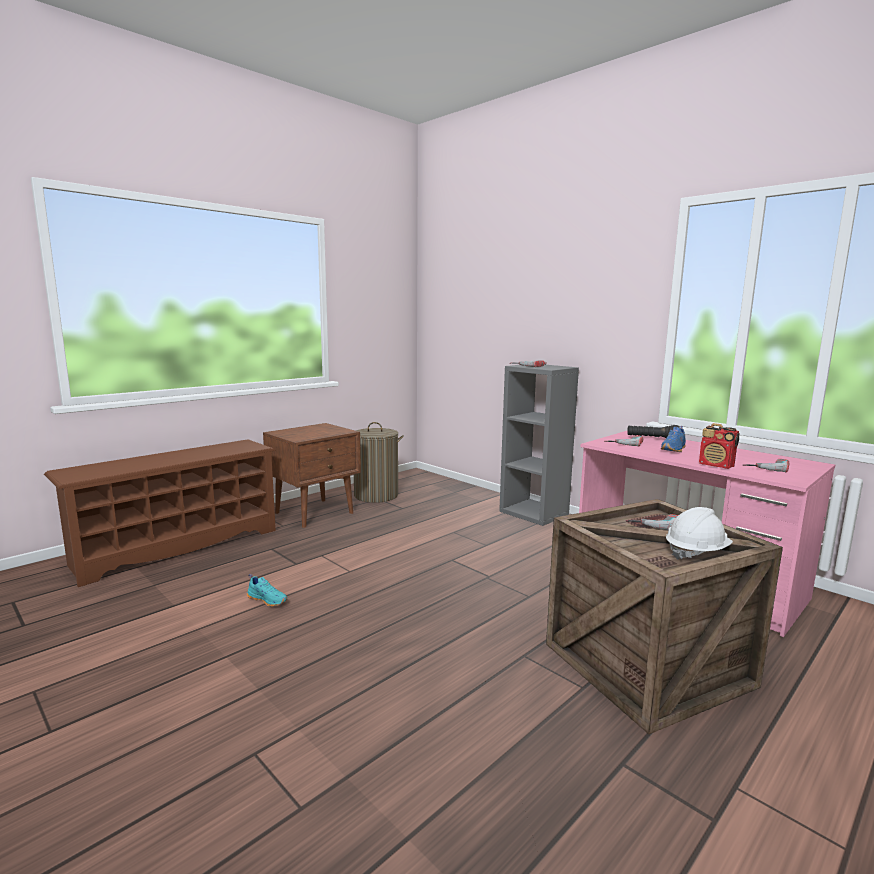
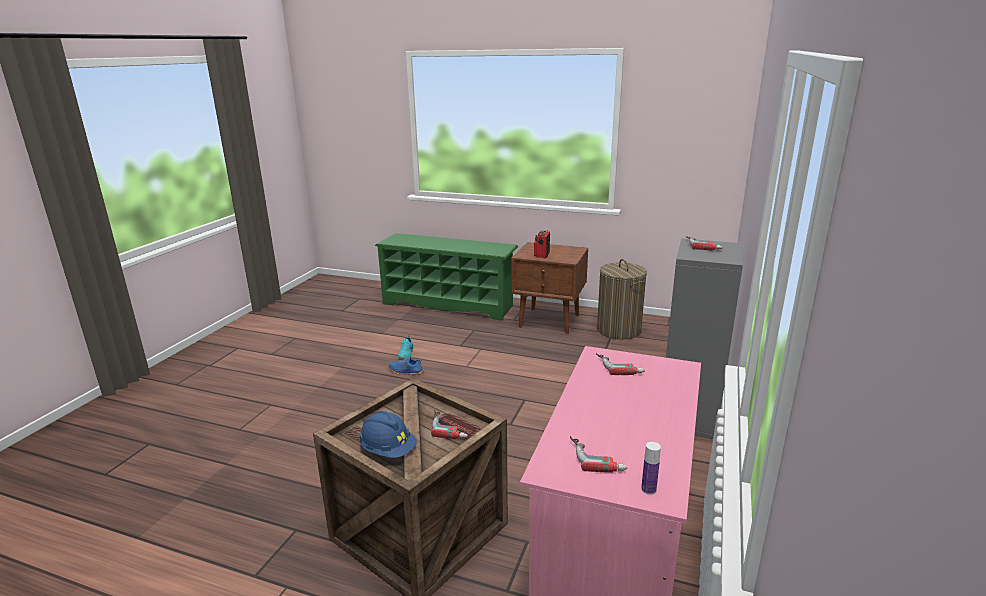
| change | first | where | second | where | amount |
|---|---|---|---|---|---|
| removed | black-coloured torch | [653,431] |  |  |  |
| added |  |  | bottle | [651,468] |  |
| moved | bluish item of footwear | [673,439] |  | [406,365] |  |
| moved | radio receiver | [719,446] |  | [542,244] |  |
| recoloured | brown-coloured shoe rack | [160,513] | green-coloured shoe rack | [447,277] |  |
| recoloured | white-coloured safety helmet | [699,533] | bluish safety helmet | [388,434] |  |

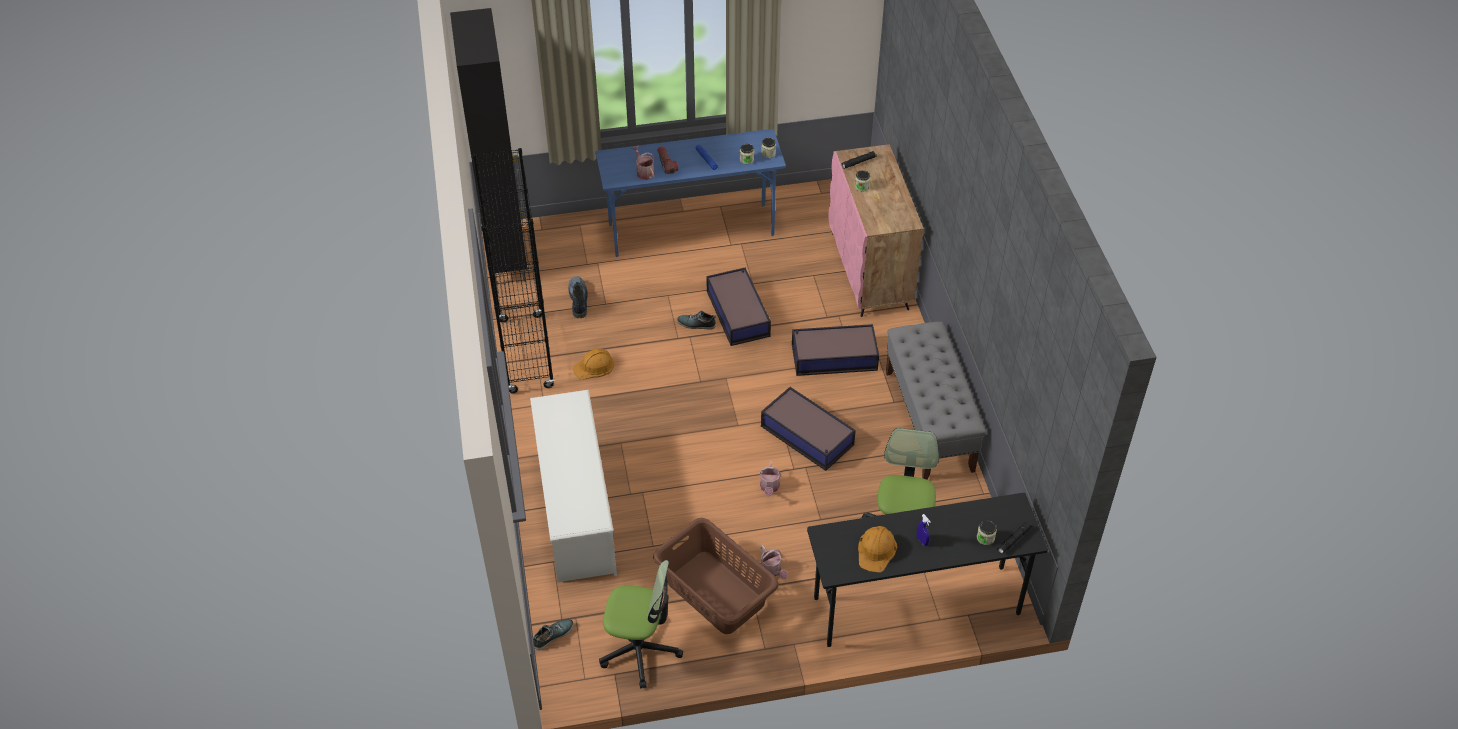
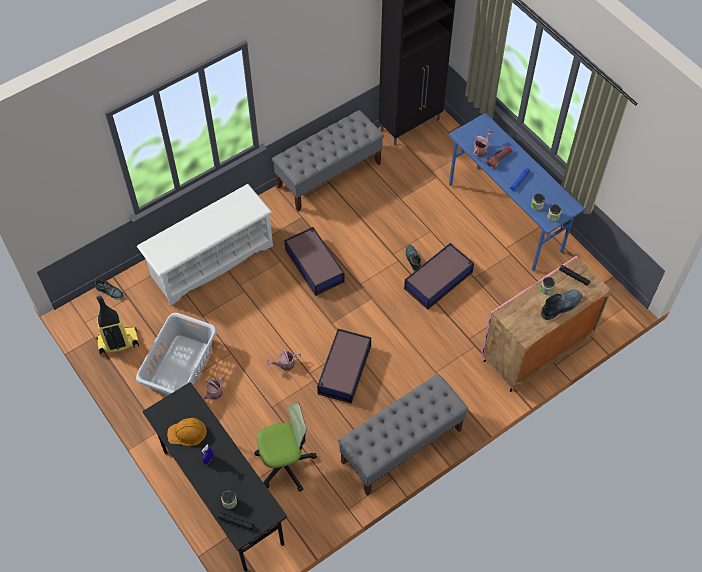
| change | first | where | second | where | amount |
|---|---|---|---|---|---|
| removed | orange-coloured safety helmet | [593,364] |  |  |  |
| moved | tall boot | [578,297] |  | [561,304] |  |
| moved | storage container | [835,350] |  | [314,261] |  |
| replaced | black-coloured bookshelf | [513,270] | grey bench | [328,160] |  |
| replaced | office chair | [641,624] | vacuum cleaner | [117,326] |  |
| recoloured | brown-coloured laundry basket | [716,576] | grey laundry basket | [176,354] |  |

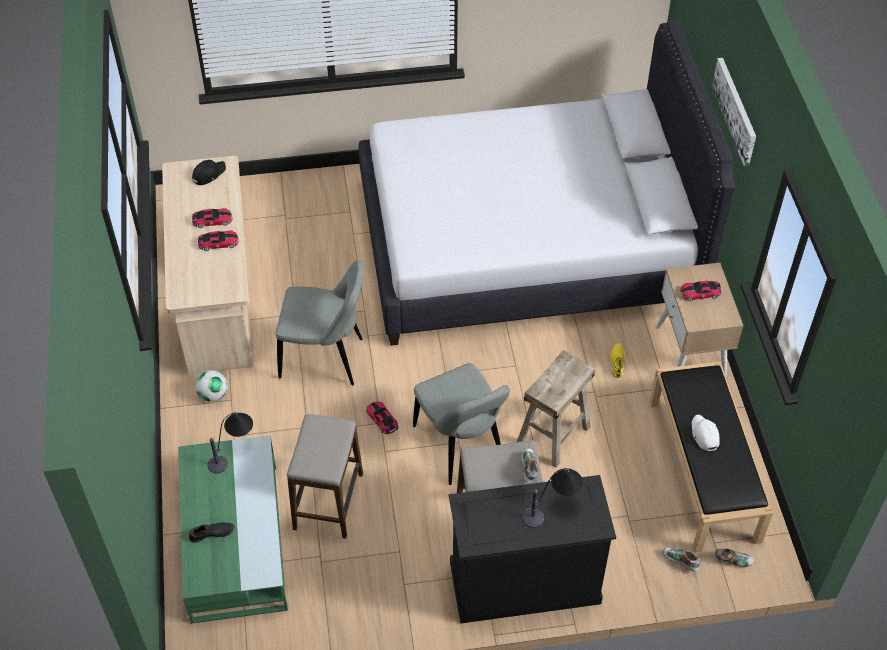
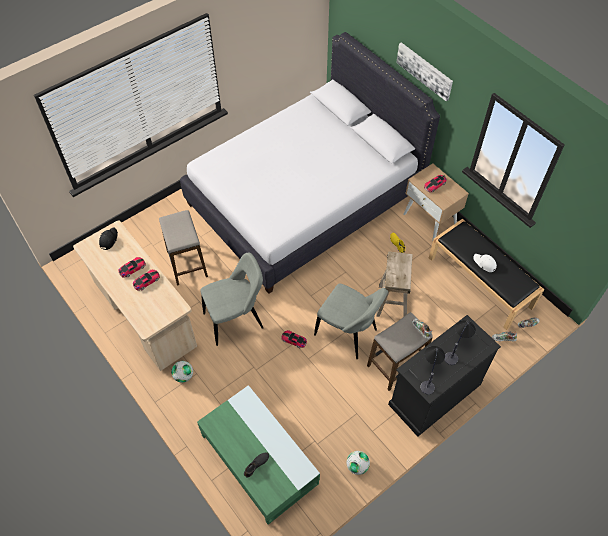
| change | first | where | second | where | amount |
|---|---|---|---|---|---|
| added |  |  | football ball | [358,463] |  |
| moved | table lamp | [230,442] |  | [432,370] |  |
| moved | stool seat | [325,476] |  | [183,248] |  |

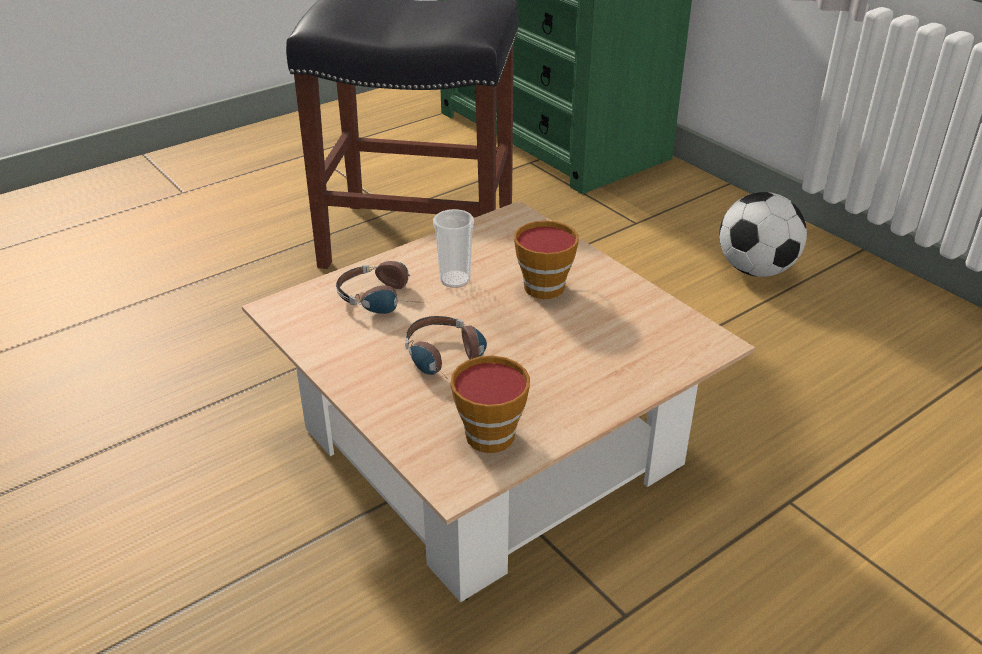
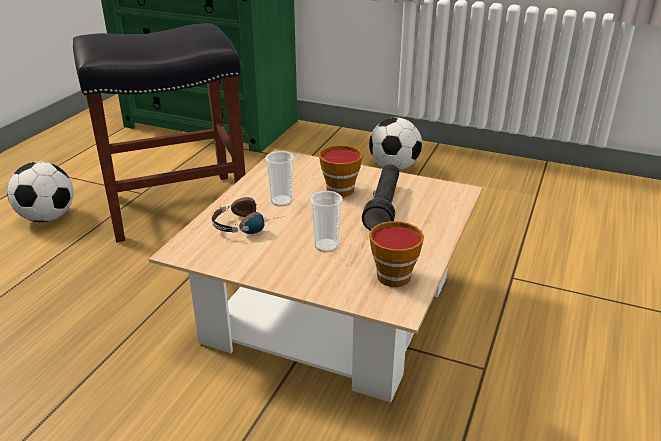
| change | first | where | second | where | amount |
|---|---|---|---|---|---|
| added |  |  | football ball | [40,192] |  |
| added |  |  | black-coloured torch | [380,197] |  |
| replaced | headphones | [446,349] | cup | [326,221] |  |

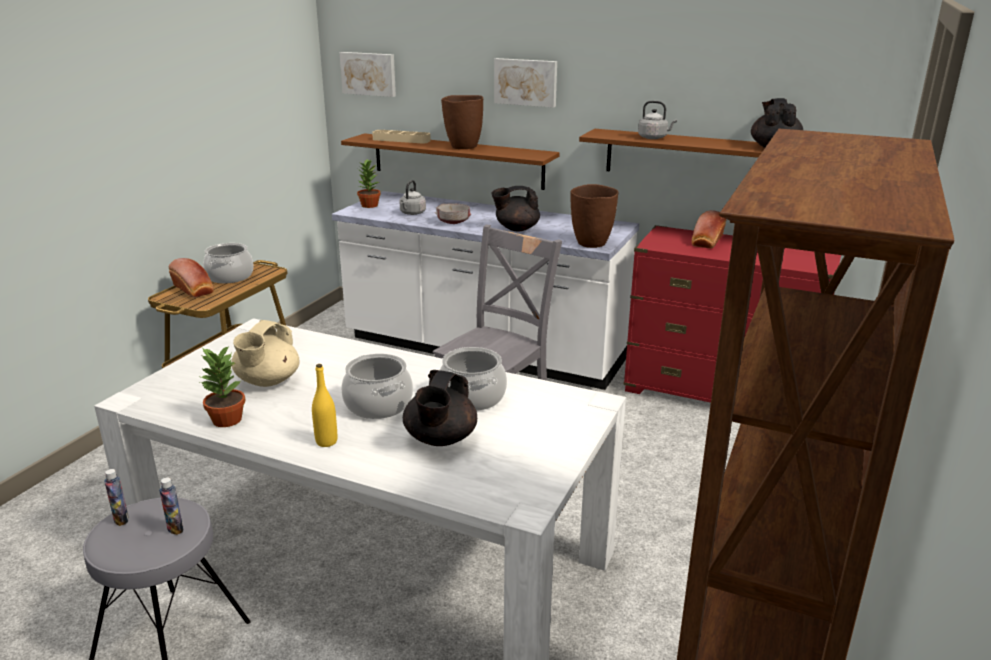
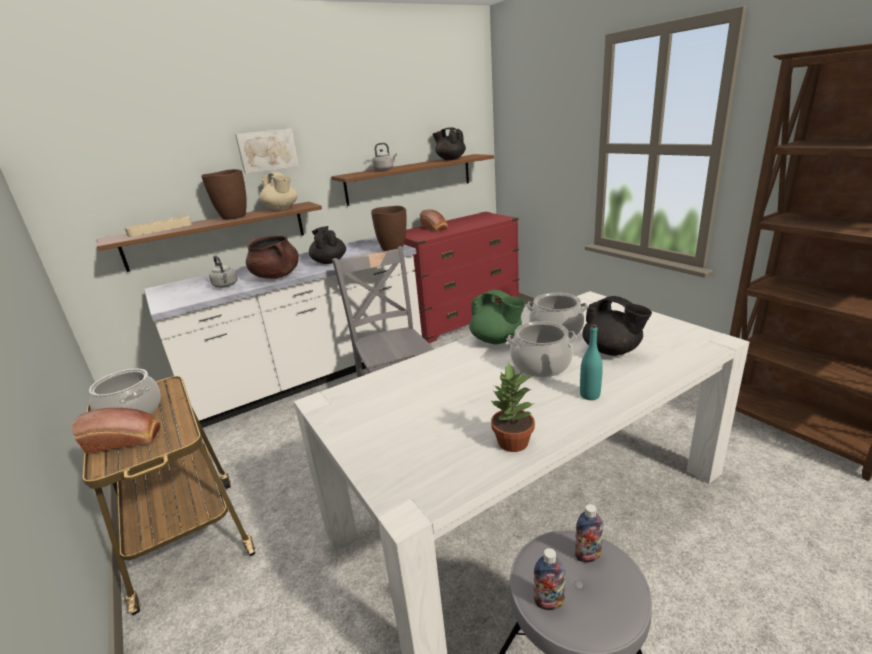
| change | first | where | second | where | amount |
|---|---|---|---|---|---|
| removed | picture | [367,74] |  |  |  |
| removed | plant in a pot | [369,183] |  |  |  |
| added |  |  | green-coloured teapot | [497,317] |  |
| moved | beige teapot | [265,353] |  | [278,191] |  |
| replaced | grey deep dish | [453,214] | brown-coloured stockpot | [272,257] |  |
| recoloured | yellow bottle | [324,405] | turquoise-coloured bottle | [591,362] |  |
| turned | black-coloured teapot | [516,209] |  | [327,245] | 135 degrees clockwise |

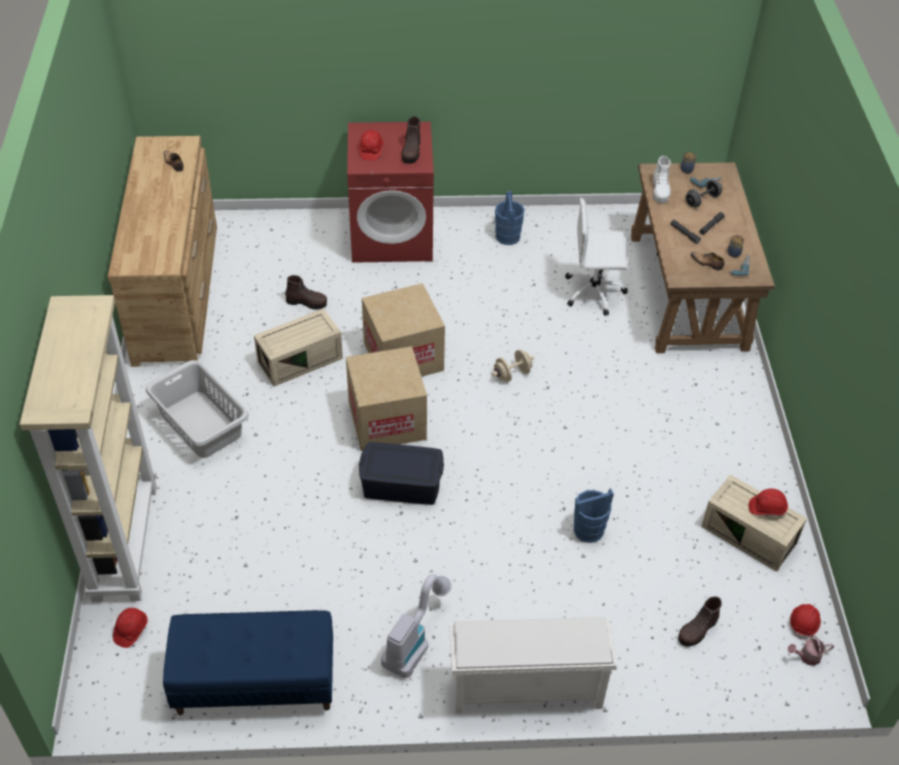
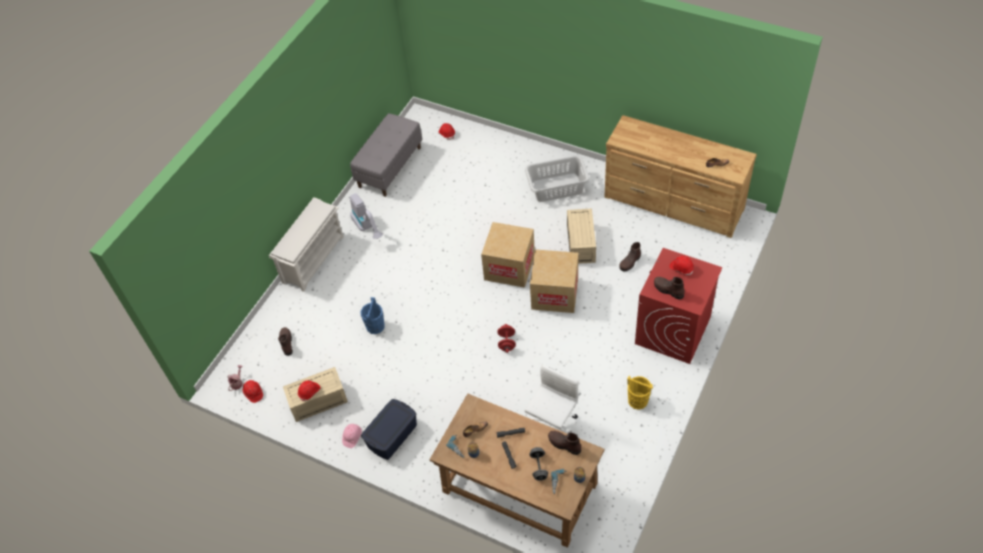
| change | first | where | second | where | amount |
|---|---|---|---|---|---|
| removed | beige bookshelf | [88,448] |  |  |  |
| added |  |  | pink safety helmet | [352,436] |  |
| moved | bluish storage container | [401,473] |  | [389,429] |  |
| recoloured | bluish bench | [248,662] | grey bench | [386,155] |  |
| recoloured | beige hand weight | [513,365] | red hand weight | [506,338] |  |
| recoloured | bluish pail | [510,218] | yellow pail | [640,393] |  |
| recoloured | white-coloured tall boot | [661,179] | brown-coloured tall boot | [564,443] |  |

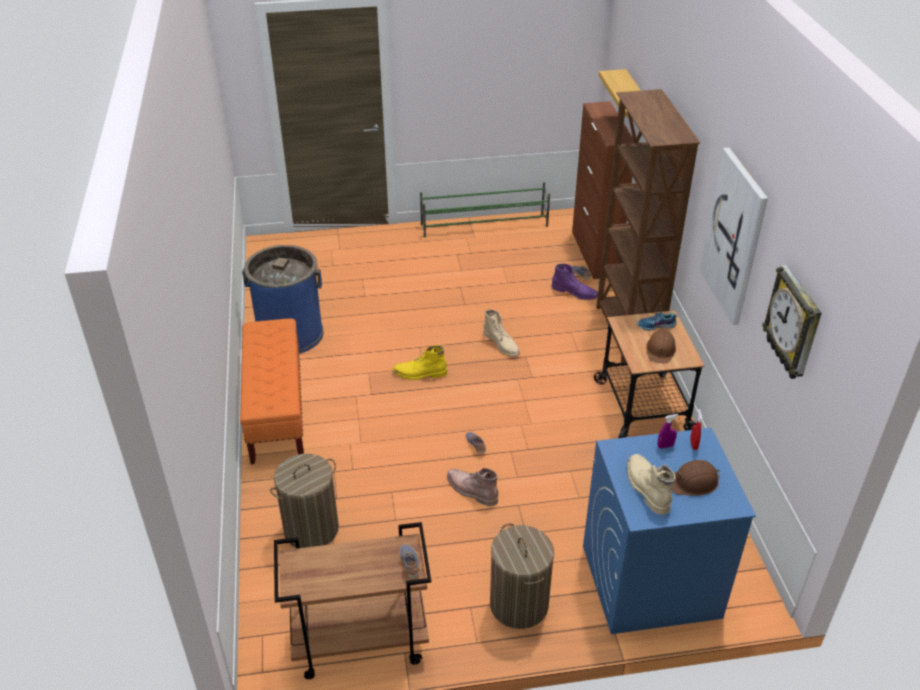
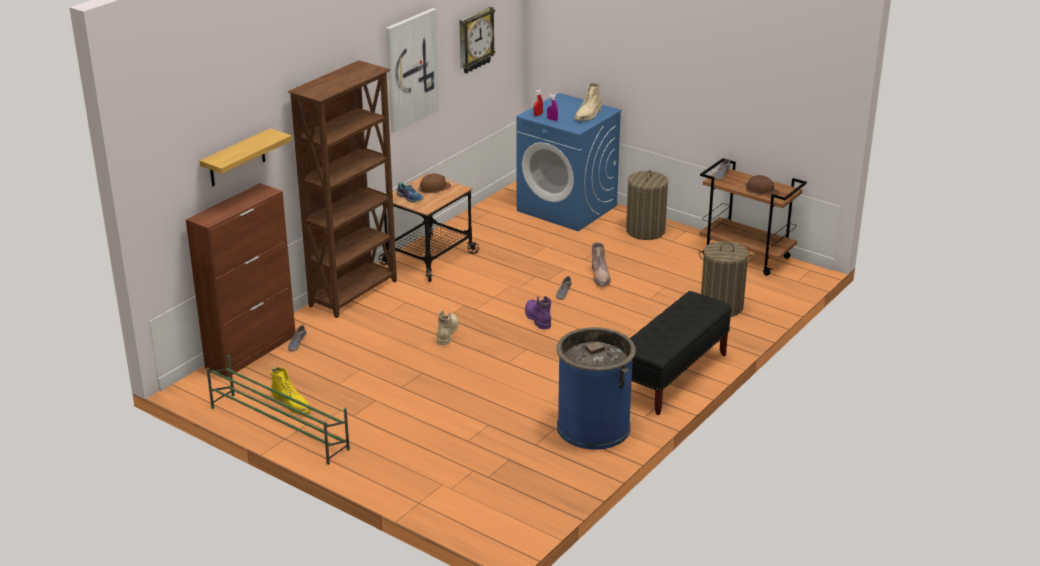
| change | first | where | second | where | amount |
|---|---|---|---|---|---|
| moved | yellow tall boot | [420,362] |  | [290,390] |  |
| moved | purplish tall boot | [574,282] |  | [538,313] |  |
| moved | brown-coloured safety helmet | [696,478] |  | [762,185] |  |
| recoloured | orange-coloured bench | [272,391] | black-coloured bench | [681,353] |  |

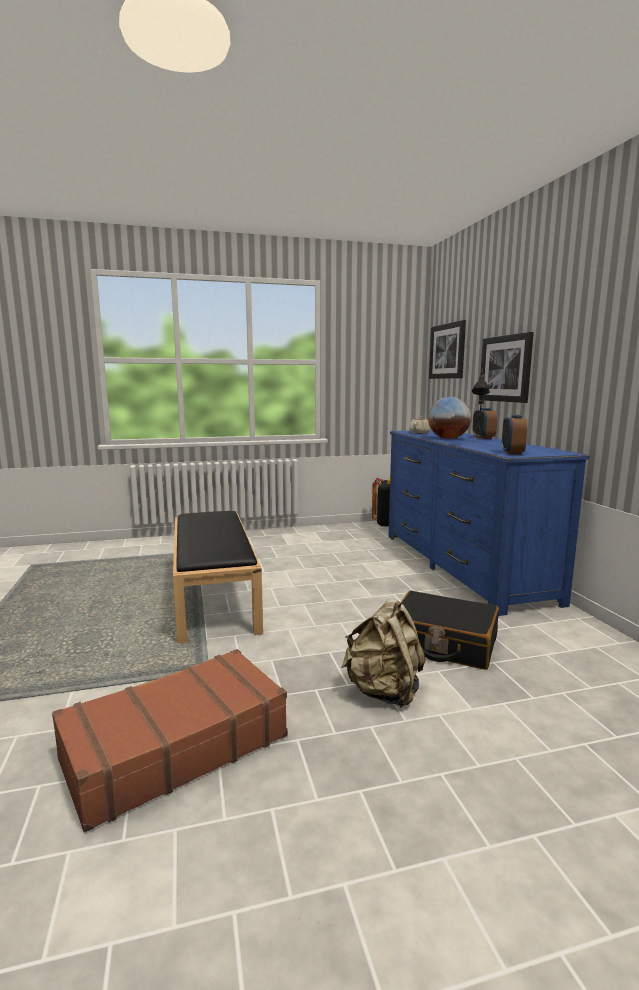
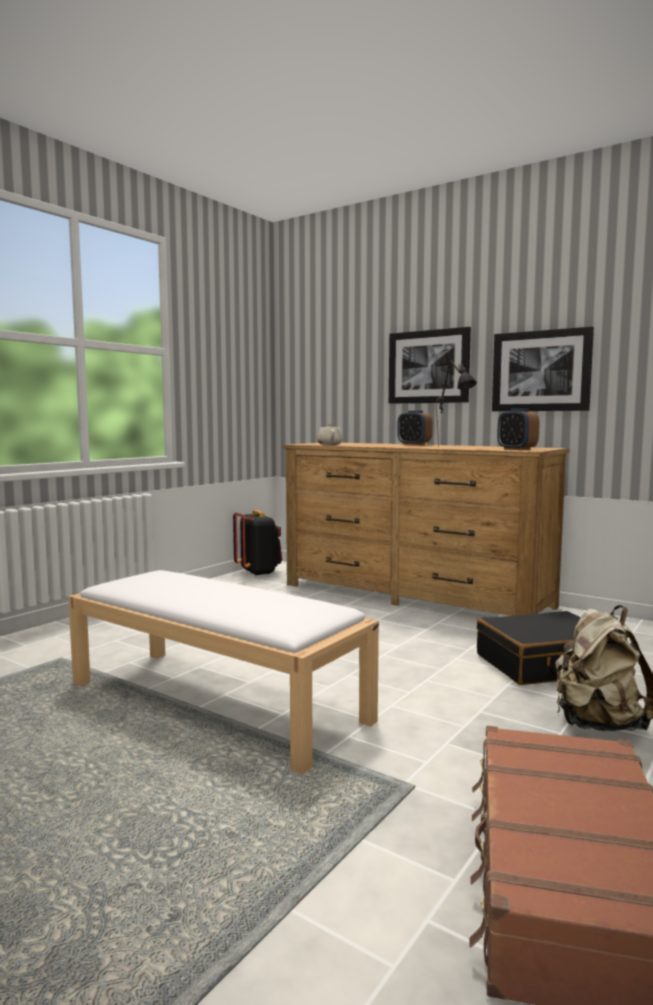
| change | first | where | second | where | amount |
|---|---|---|---|---|---|
| removed | desk globe | [449,418] |  |  |  |
| moved | picture | [447,349] |  | [543,369] |  |
| recoloured | black-coloured bench | [218,577] | white-coloured bench | [223,672] |  |
| recoloured | bluish dresser | [489,523] | brown-coloured dresser | [426,529] |  |

